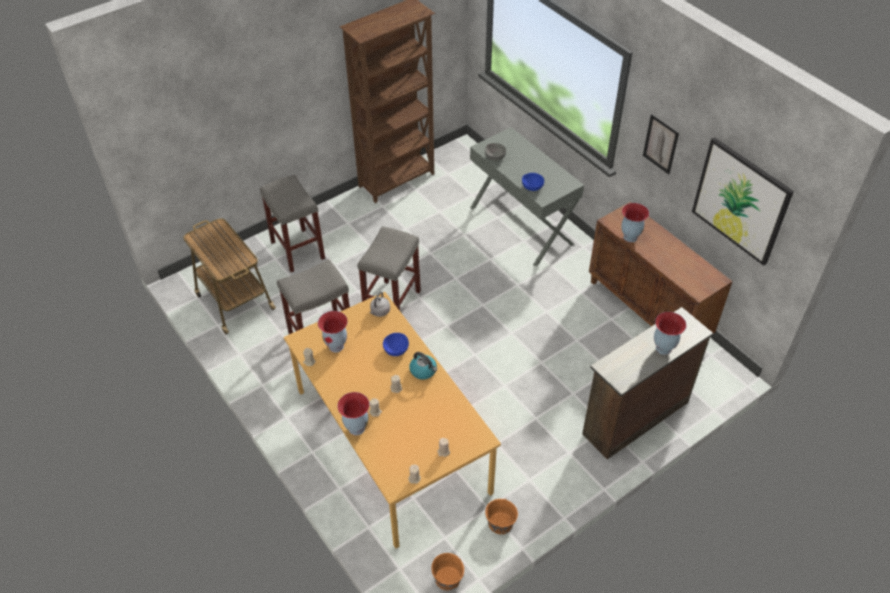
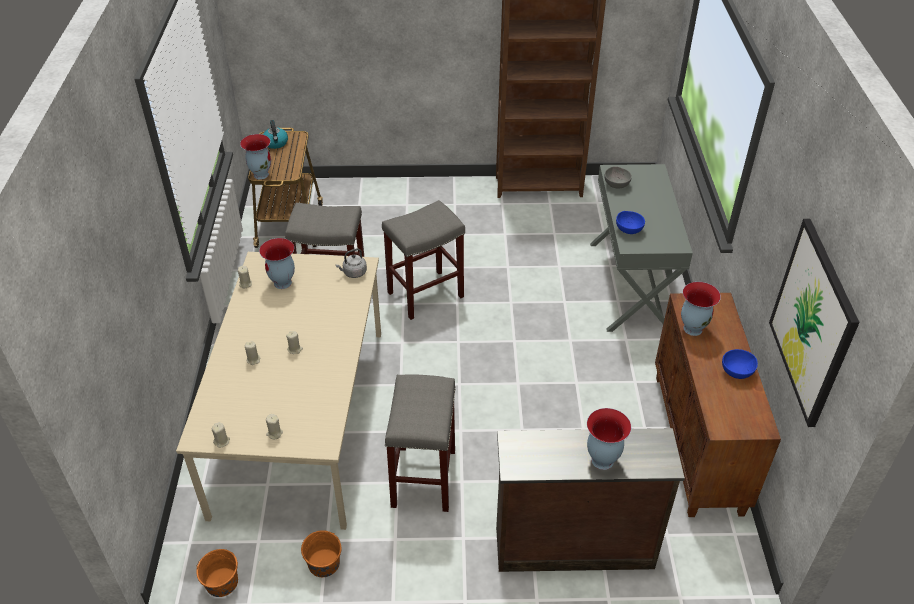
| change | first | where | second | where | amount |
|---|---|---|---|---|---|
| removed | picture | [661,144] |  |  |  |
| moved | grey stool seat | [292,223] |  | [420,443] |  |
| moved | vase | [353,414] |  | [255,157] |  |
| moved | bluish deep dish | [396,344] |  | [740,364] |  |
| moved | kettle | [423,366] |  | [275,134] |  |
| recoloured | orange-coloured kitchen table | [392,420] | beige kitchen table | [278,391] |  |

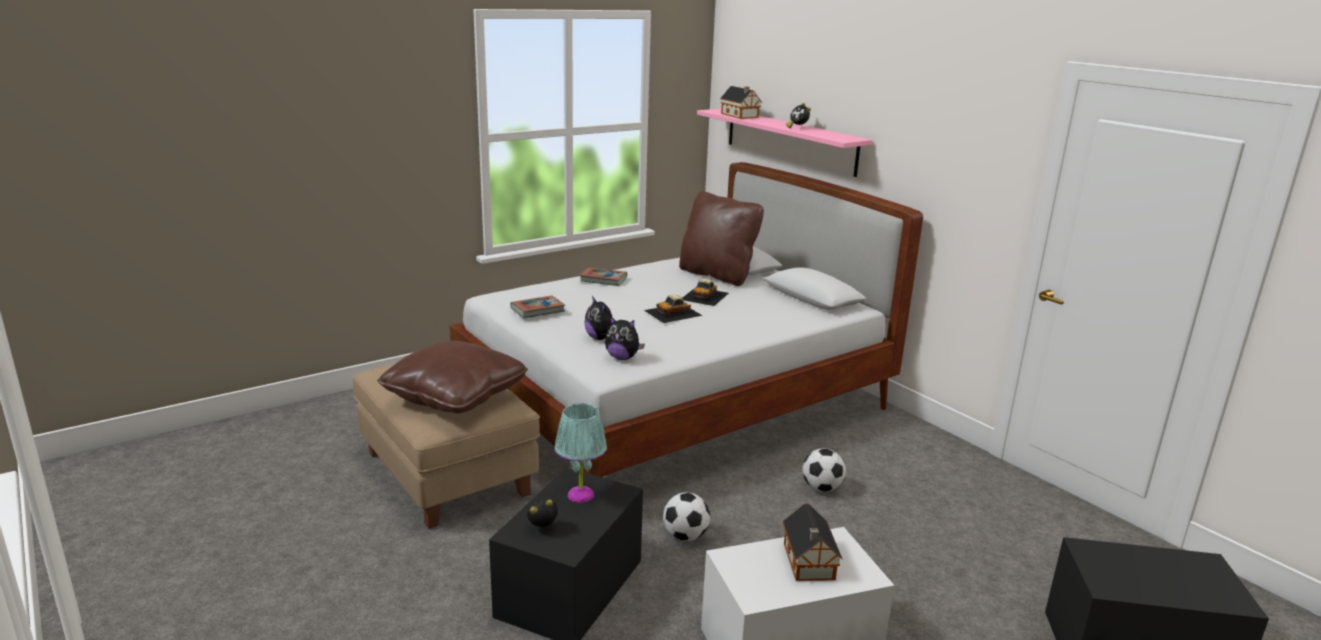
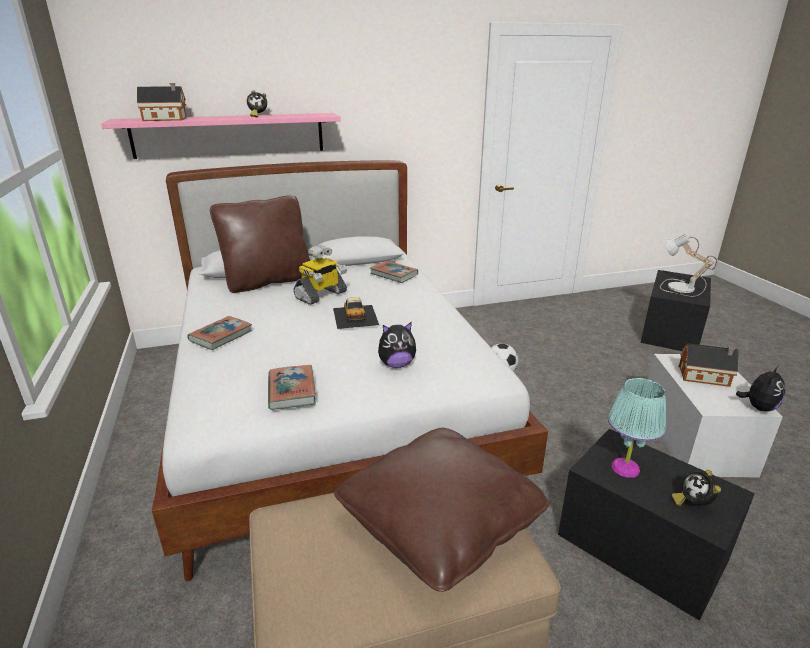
| change | first | where | second | where | amount |
|---|---|---|---|---|---|
| removed | football ball | [686,516] |  |  |  |
| added |  |  | book | [394,272] |  |
| added |  |  | table lamp | [688,265] |  |
| moved | plush toy | [625,338] |  | [760,388] |  |
| replaced | model car | [706,292] | toy robot | [320,275] |  |

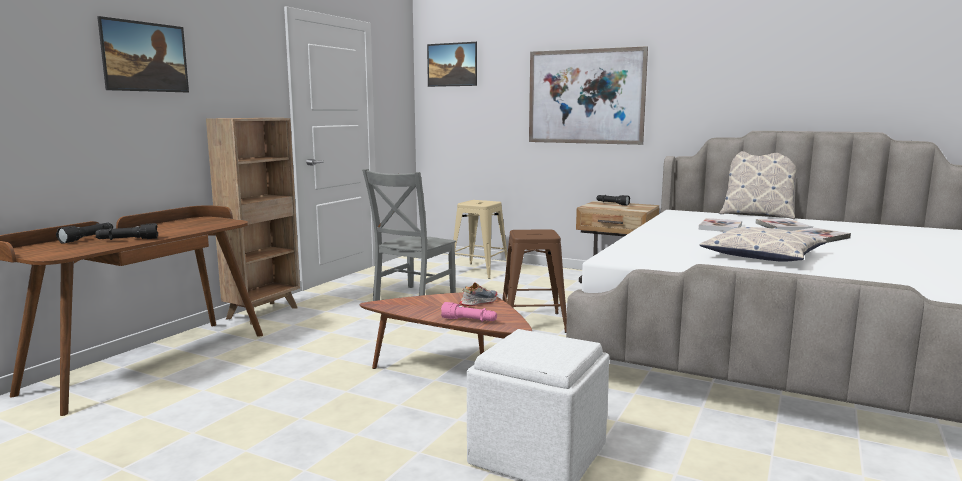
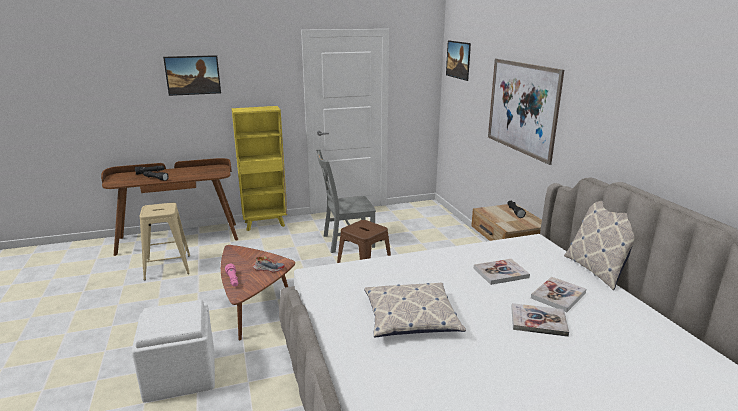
| change | first | where | second | where | amount |
|---|---|---|---|---|---|
| moved | beige stool seat | [480,239] |  | [165,241] |  |
| recoloured | brown-coloured bookshelf | [253,221] | yellow bookshelf | [259,168] |  |

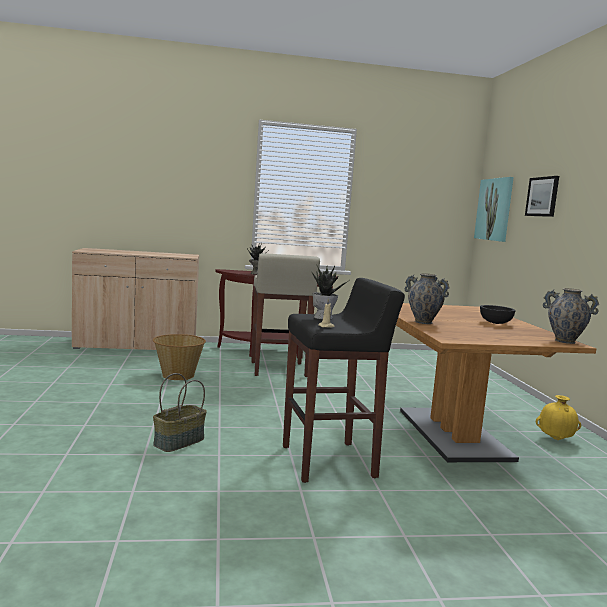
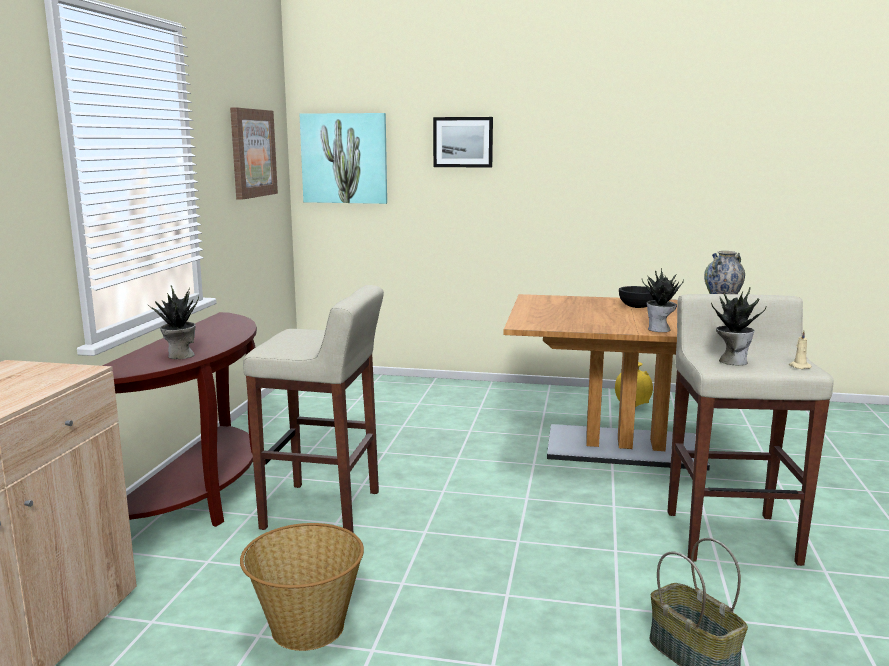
| change | first | where | second | where | amount |
|---|---|---|---|---|---|
| added |  |  | picture | [254,153] |  |
| replaced | vase | [427,298] | plant in a pot | [663,300] |  |
| recoloured | black-coloured stool seat | [344,380] | beige stool seat | [750,430] |  |

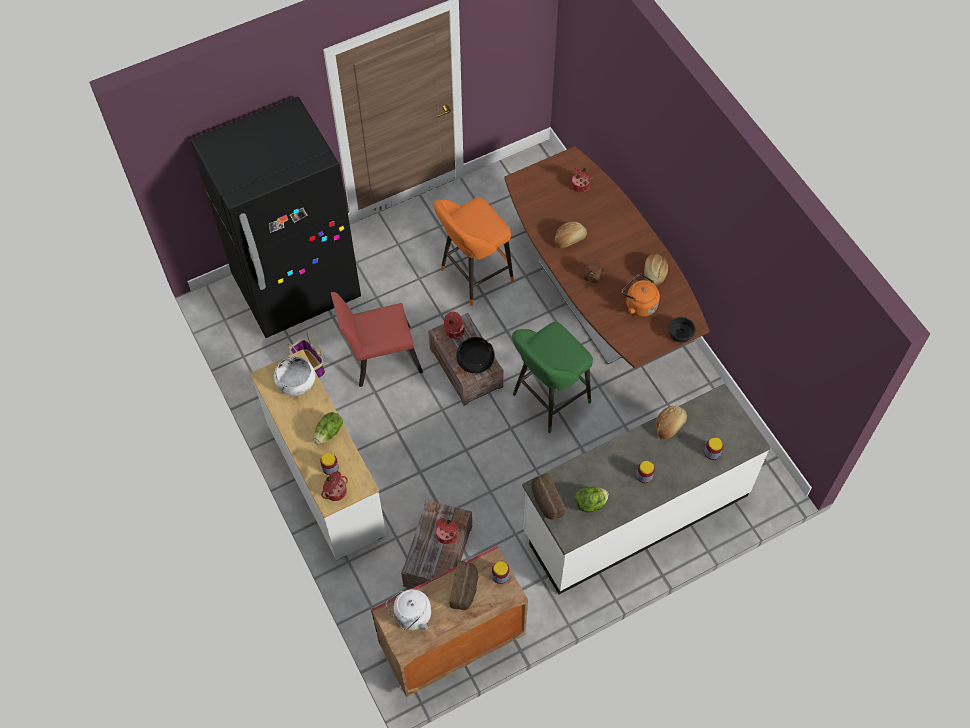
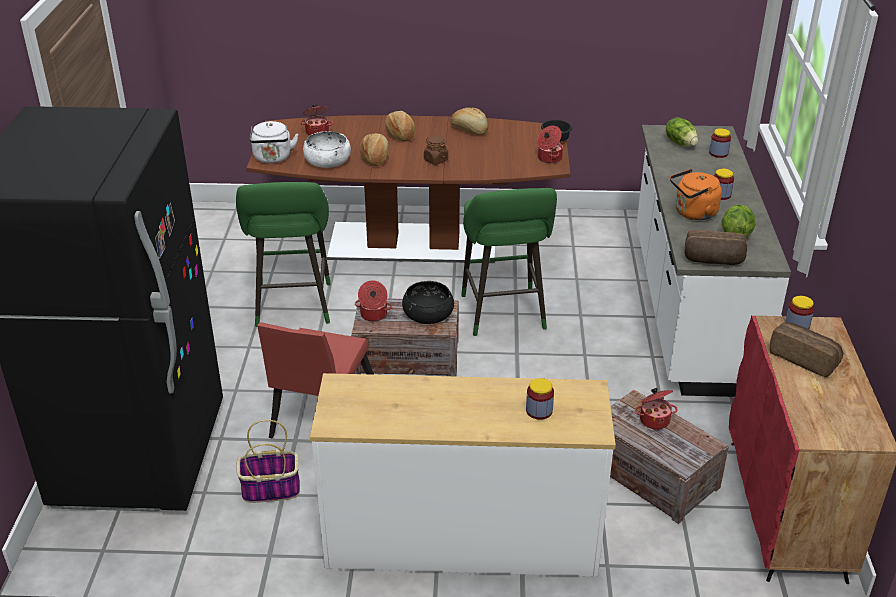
| change | first | where | second | where | amount |
|---|---|---|---|---|---|
| moved | white-coloured deep dish | [294,376] |  | [327,149] |  |
| moved | lettuce | [328,428] |  | [682,131] |  |
| moved | stockpot | [334,486] |  | [550,144] |  |
| moved | white-coloured kettle | [408,609] |  | [274,142] |  |
| moved | orange-coloured kettle | [641,295] |  | [696,194] |  |
| moved | baked bread | [671,422] |  | [400,126] |  |
| recoloured | orange-coloured stool seat | [474,251] | green-coloured stool seat | [283,254] |  |

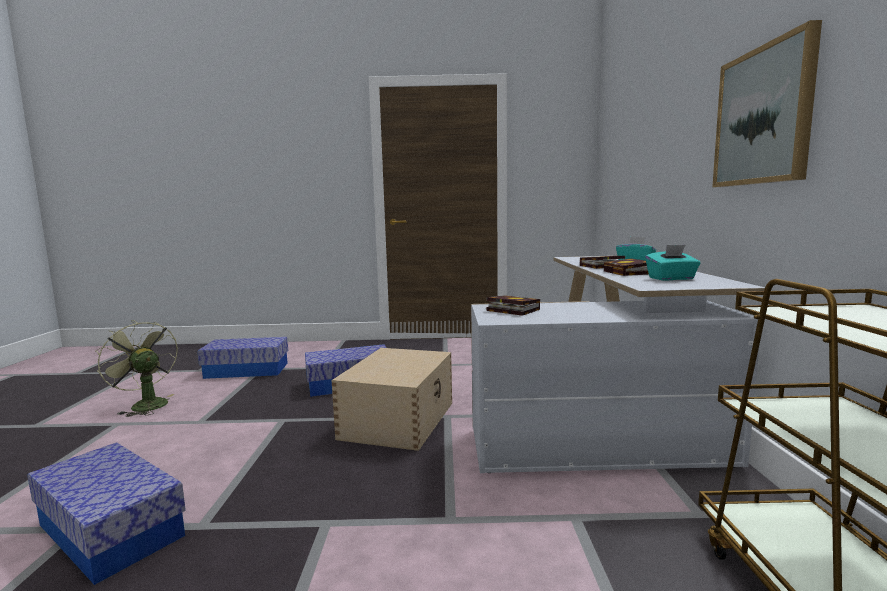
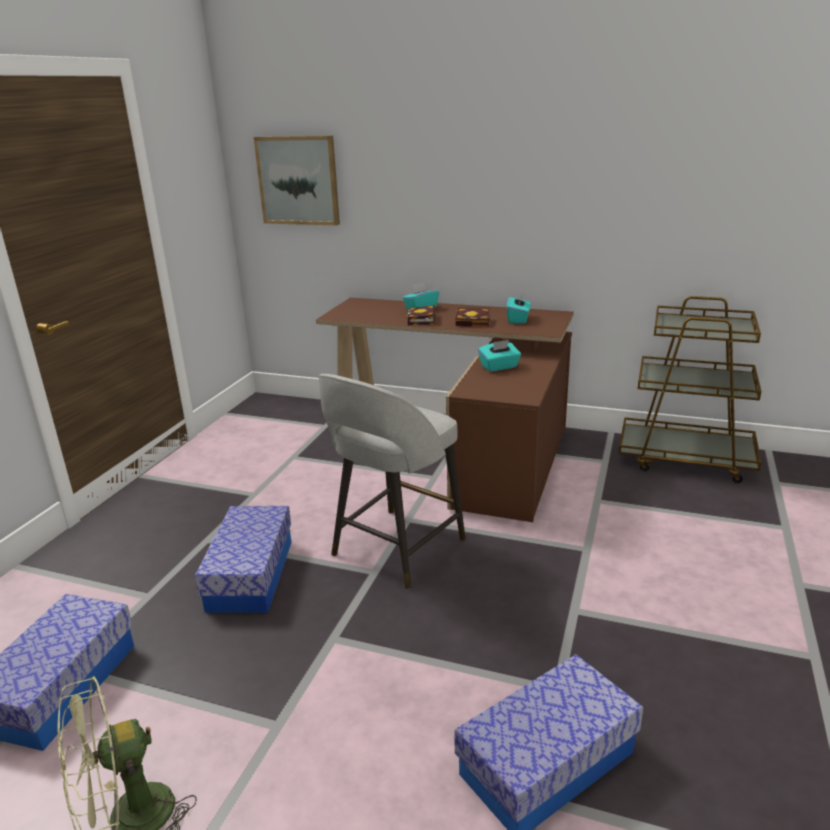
| change | first | where | second | where | amount |
|---|---|---|---|---|---|
| removed | book | [513,305] |  |  |  |
| added |  |  | turquoise-coloured tissue holder | [499,356] |  |
| moved | picture | [767,103] |  | [297,181] |  |
| replaced | beige storage container | [391,399] | grey stool seat | [391,481] |  |
| recoloured | white-coloured desk | [618,364] | brown-coloured desk | [445,410] |  |

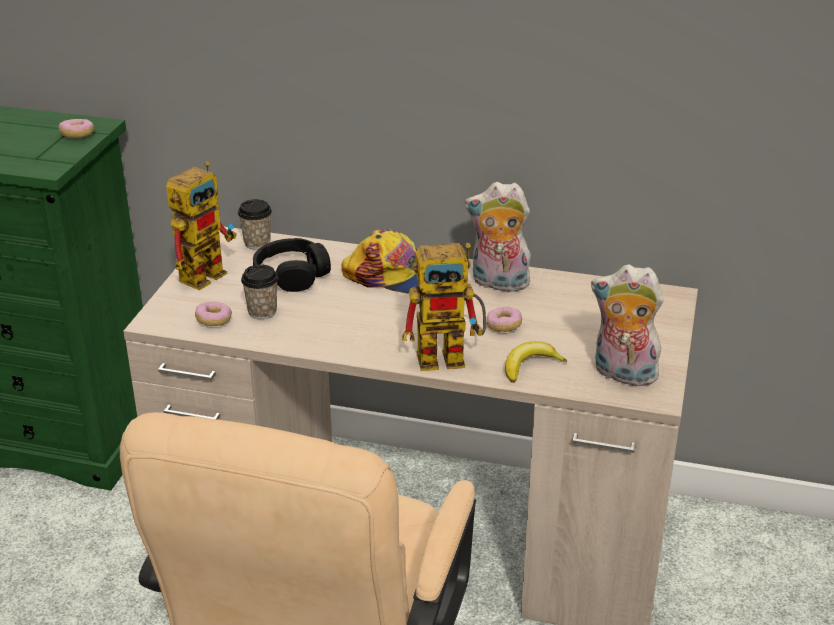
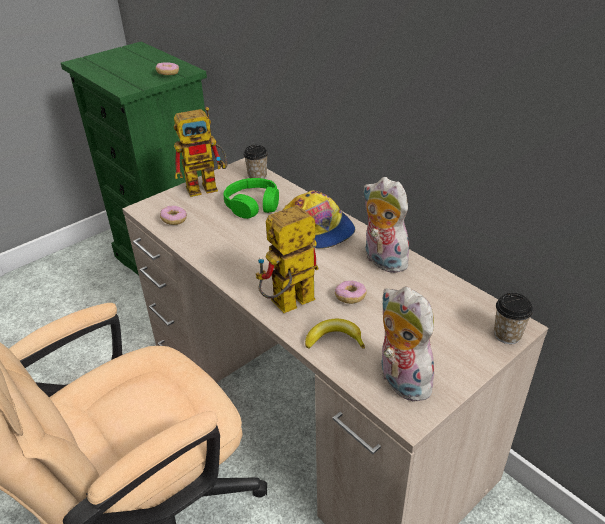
| change | first | where | second | where | amount |
|---|---|---|---|---|---|
| moved | cup | [260,291] |  | [513,318] |  |
| recoloured | black-coloured headphones | [292,265] | green-coloured headphones | [251,198] |  |
| turned | toy robot | [444,307] |  | [287,259] | 120 degrees clockwise |

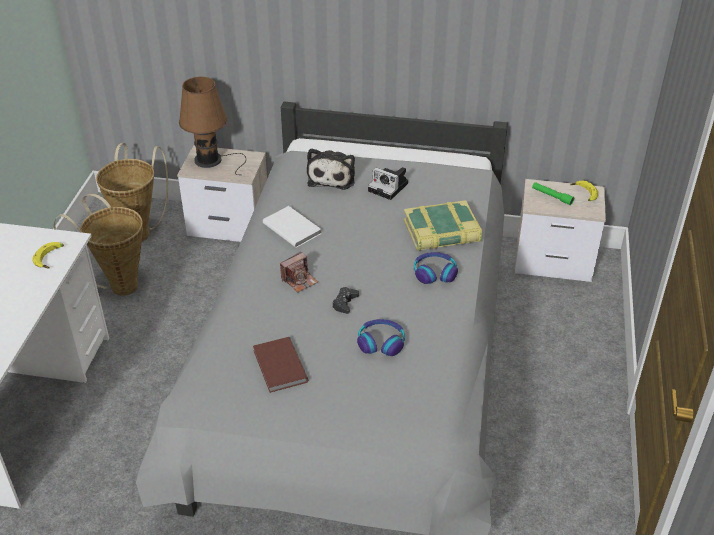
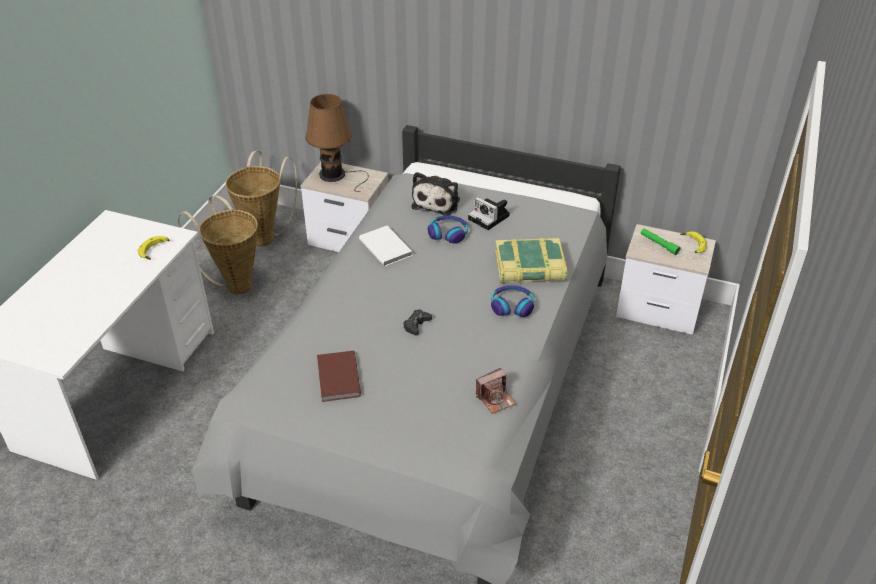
| change | first | where | second | where | amount |
|---|---|---|---|---|---|
| moved | photo camera | [299,272] |  | [496,391] |  |
| moved | headphones | [381,337] |  | [448,230] |  |

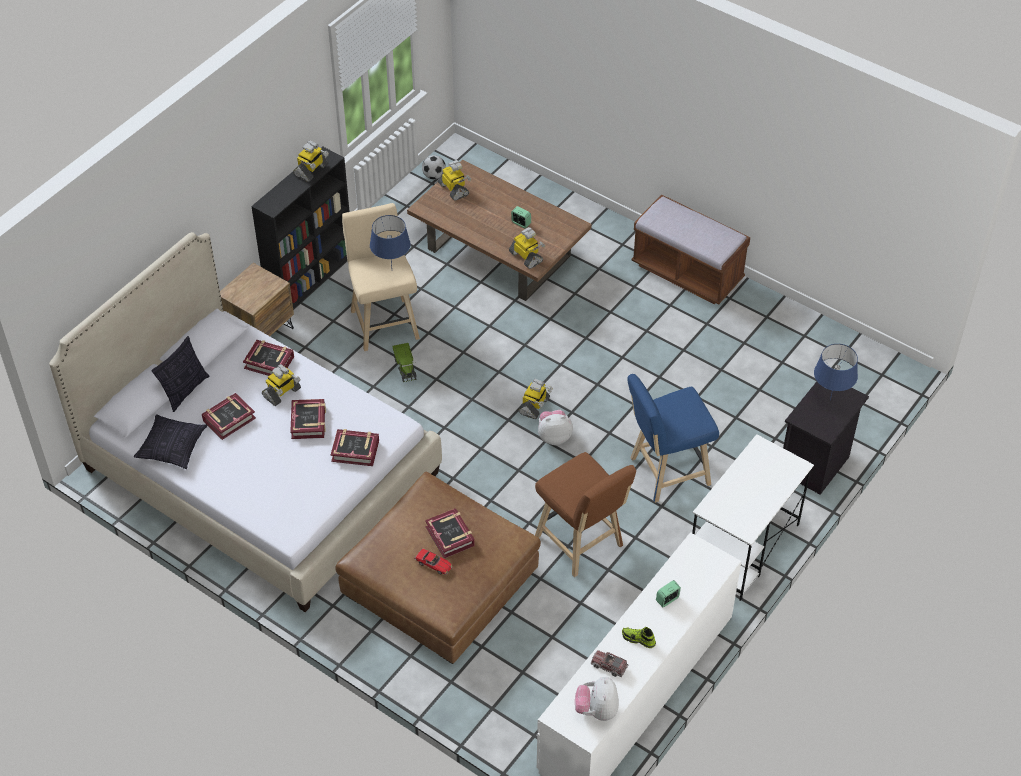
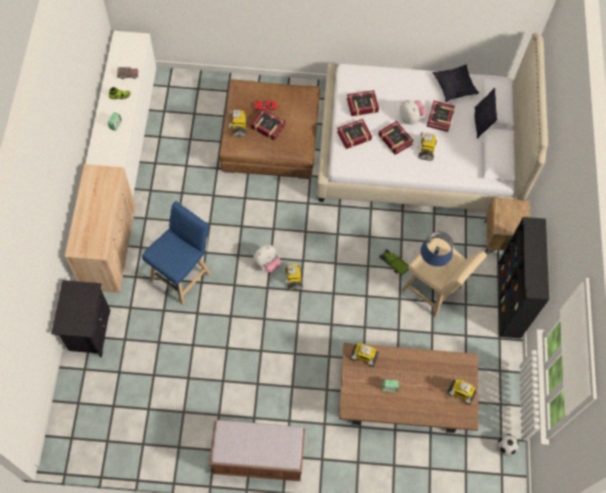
| change | first | where | second | where | amount |
|---|---|---|---|---|---|
| removed | brown-coloured stool seat | [585,514] |  |  |  |
| removed | bluish table lamp | [836,372] |  |  |  |
| moved | book | [268,358] |  | [363,103] |  |
| moved | toy robot | [311,161] |  | [238,123] |  |
| moved | plush toy | [597,699] |  | [413,112] |  |
| replaced | white-coloured desk | [753,517] | beige storage cabinet | [100,228] |  |

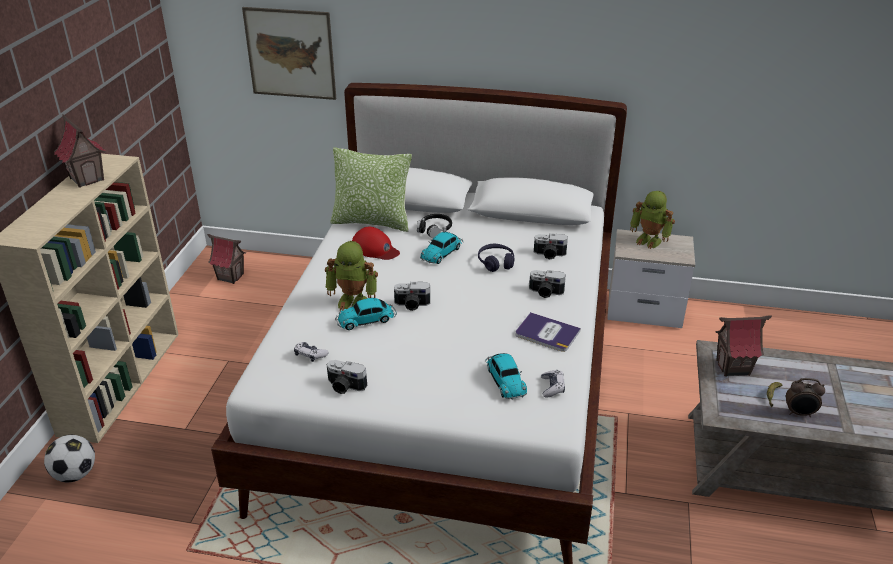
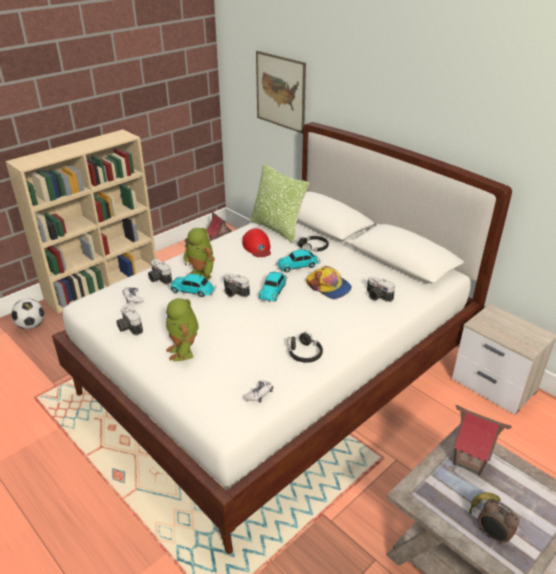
| change | first | where | second | where | amount |
|---|---|---|---|---|---|
| removed | toy house | [80,151] |  |  |  |
| moved | model car | [506,376] |  | [273,287] |  |
| moved | photo camera | [547,284] |  | [160,272] |  |
| moved | toy robot | [652,220] |  | [182,329] |  |
| replaced | purplish headphones | [496,258] | baseball cap | [329,282] |  |
| replaced | book | [548,332] | black-coloured headphones | [305,347] |  |

